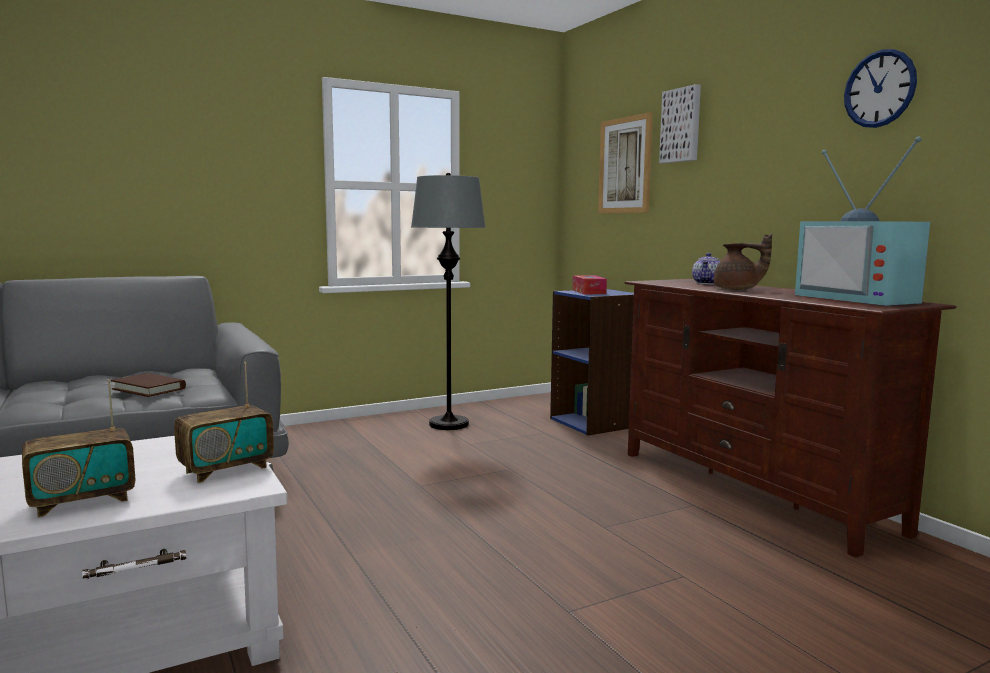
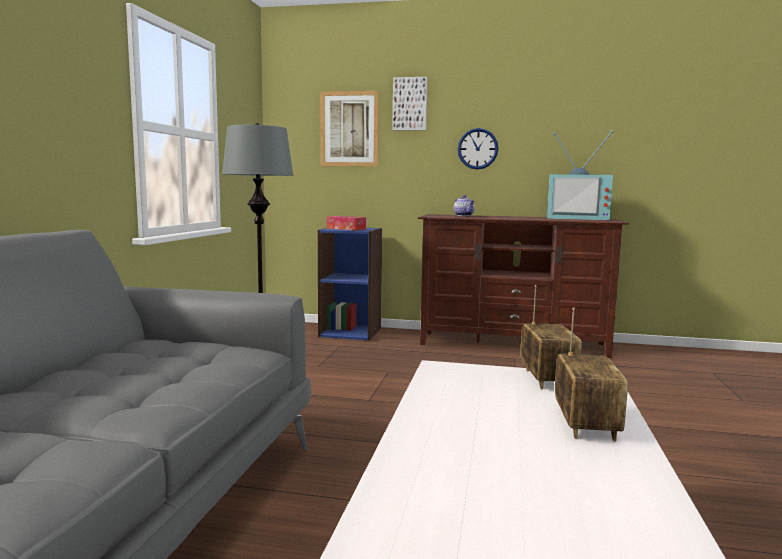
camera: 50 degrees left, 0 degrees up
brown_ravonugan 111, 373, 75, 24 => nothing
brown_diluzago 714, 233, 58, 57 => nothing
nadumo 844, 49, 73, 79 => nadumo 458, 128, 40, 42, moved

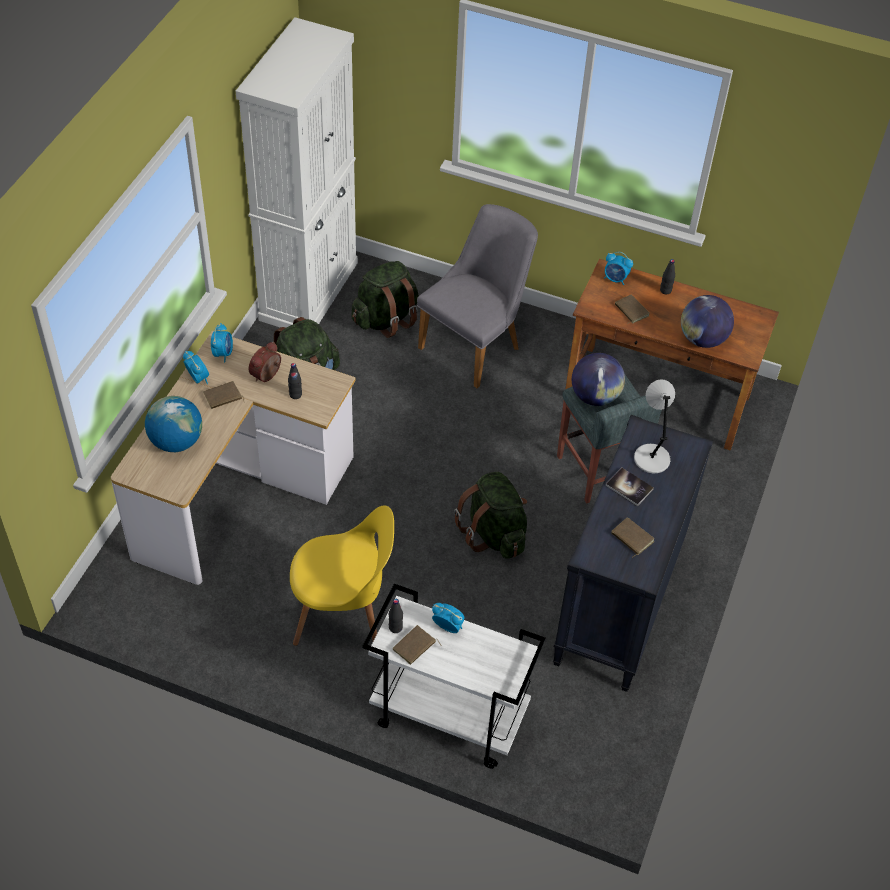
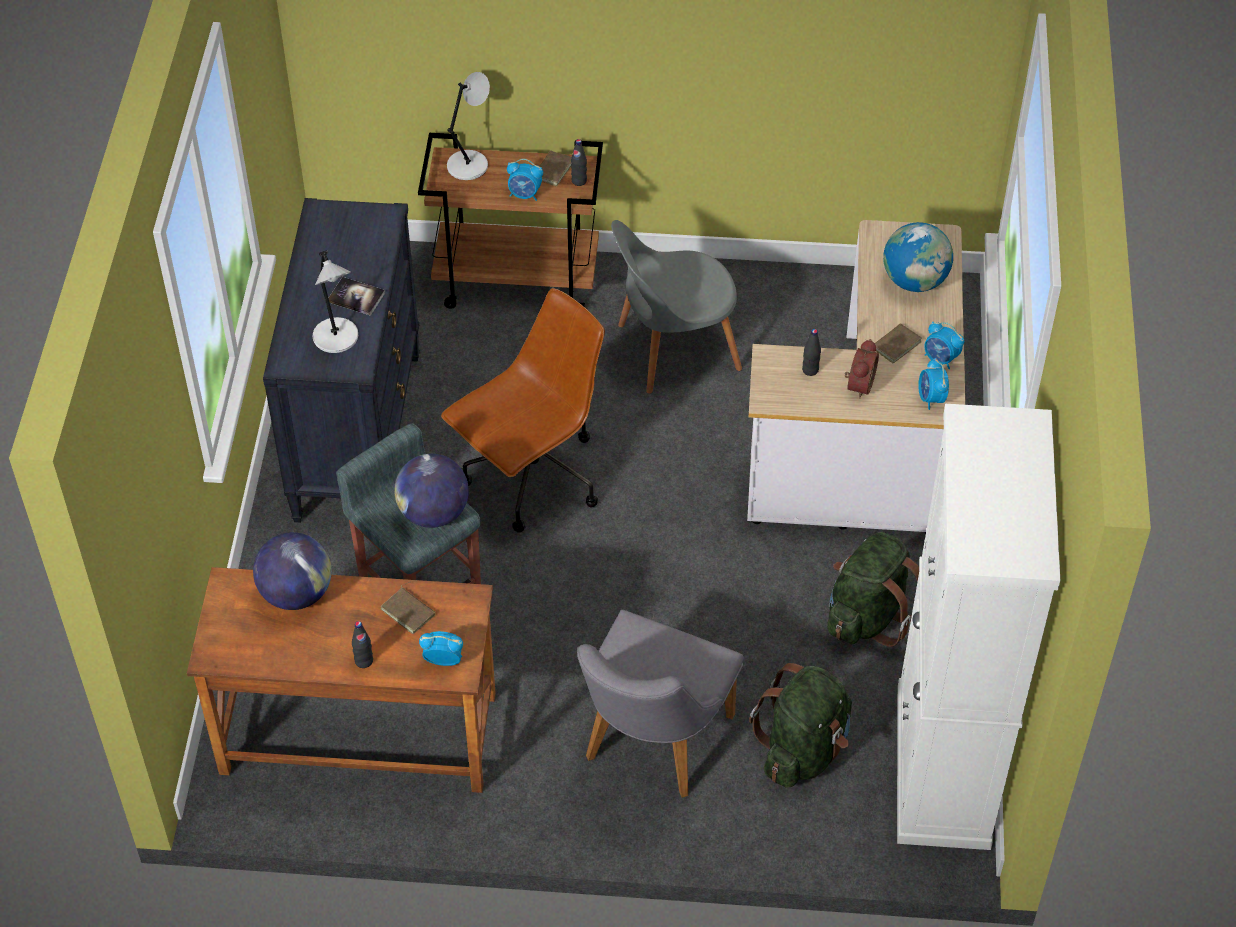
camera: 165 degrees right, 0 degrees up
brown_ravonugan 611, 517, 43, 41 => nothing
nothing => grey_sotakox 447, 72, 43, 108
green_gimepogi 454, 472, 73, 87 => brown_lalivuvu 441, 288, 164, 244
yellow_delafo 290, 505, 104, 141 => grey_delafo 611, 220, 131, 174
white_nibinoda 362, 584, 184, 185 => brown_nibinoda 418, 133, 185, 176

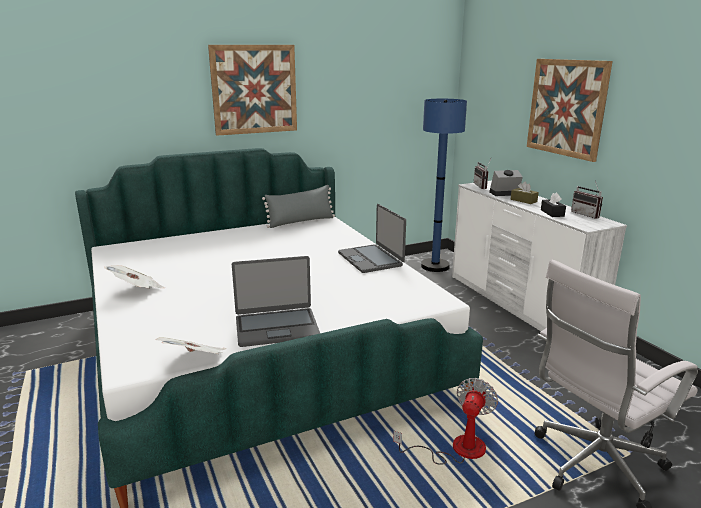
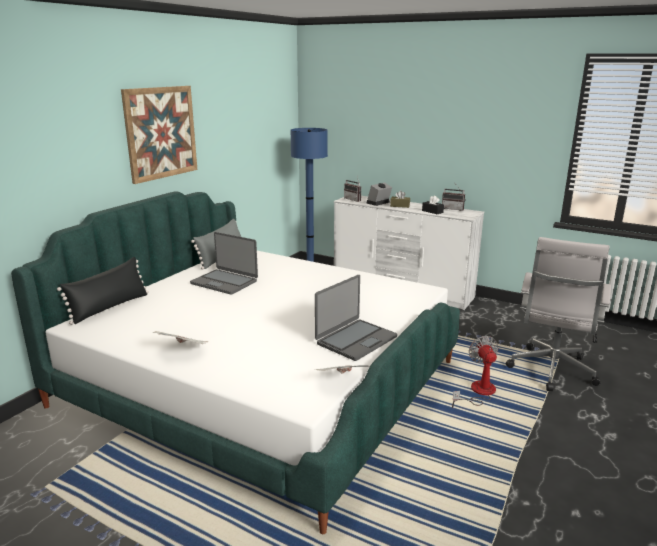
camera: 35 degrees left, 0 degrees up
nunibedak 527, 59, 86, 103 => nothing
nothing => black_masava 57, 257, 92, 68
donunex 338, 204, 68, 69 => donunex 190, 232, 68, 63, moved

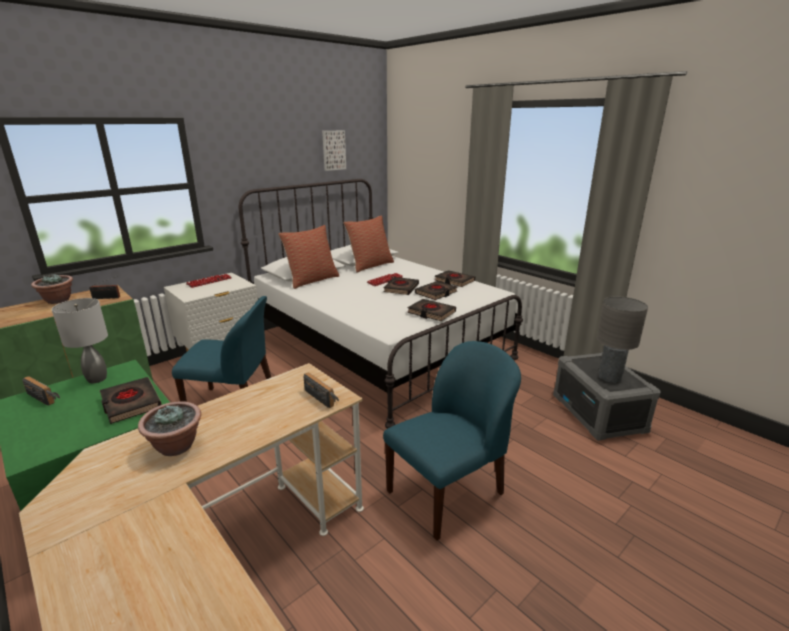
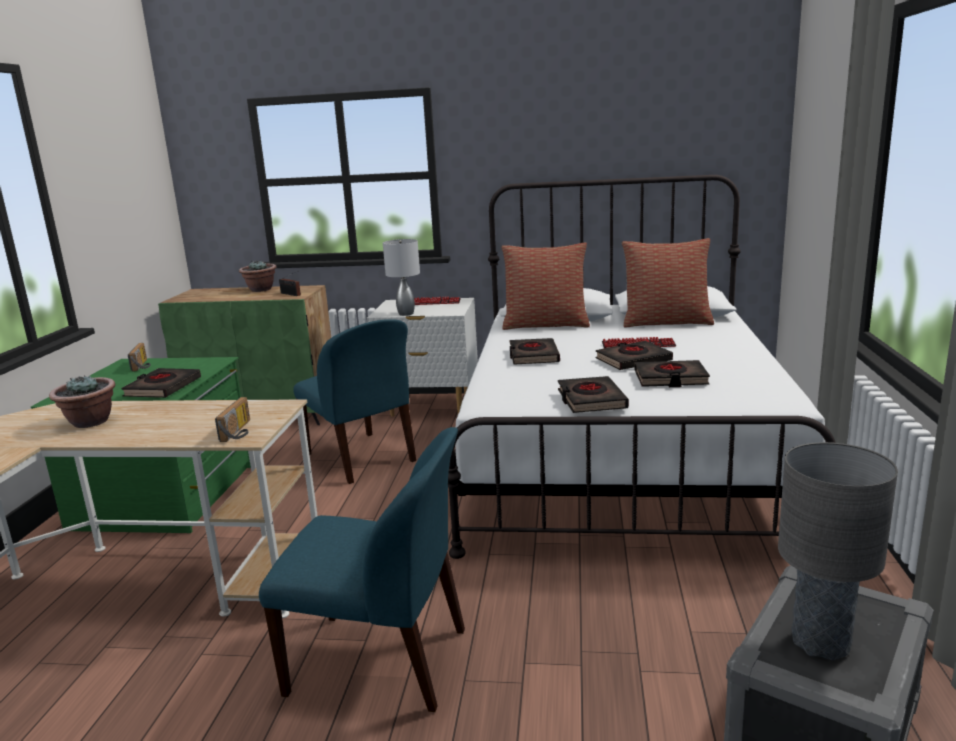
camera: 50 degrees right, 5 degrees down
nunibedak 322, 130, 24, 41 => nothing
grey_sotakox 52, 298, 56, 85 => grey_sotakox 383, 239, 37, 77, moved
black_ravonugan 435, 270, 40, 17 => black_ravonugan 509, 338, 51, 27, moved

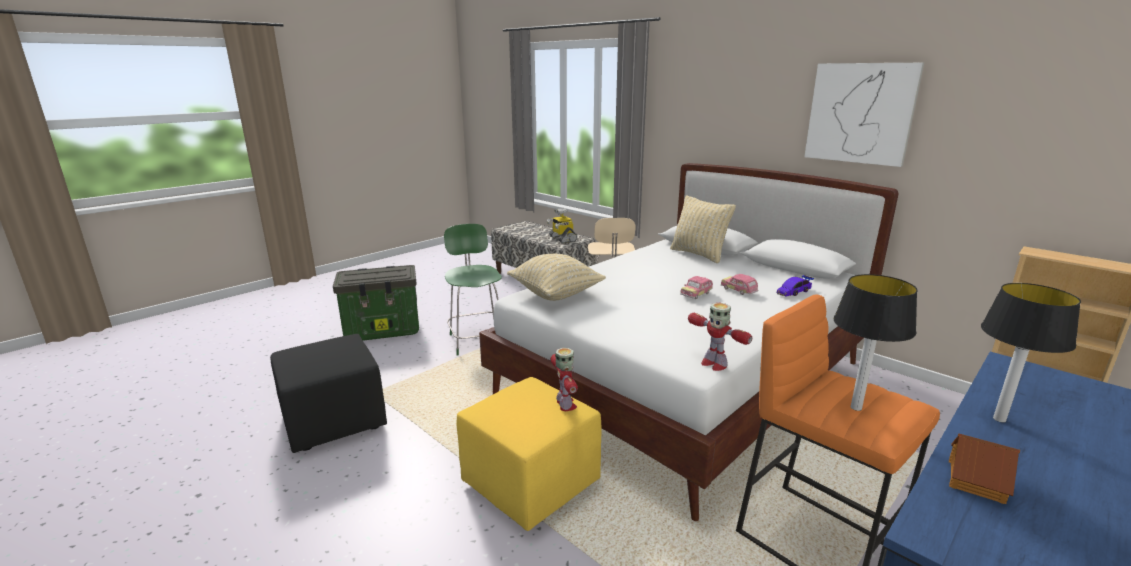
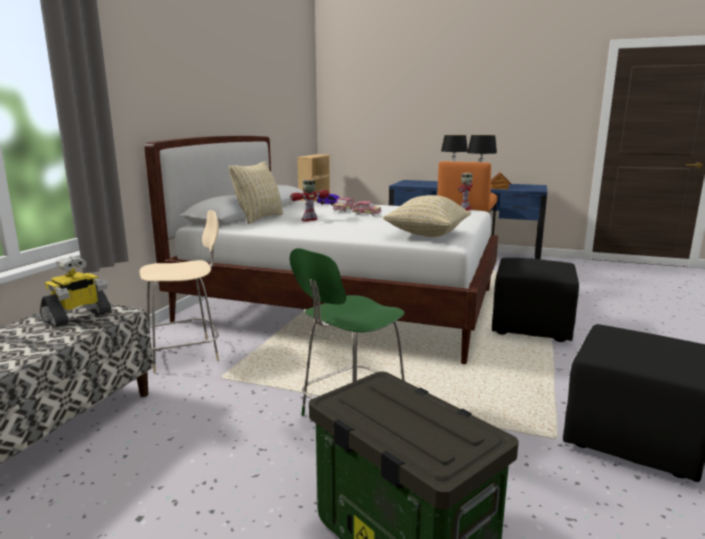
camera: 115 degrees left, 5 degrees down
nunibedak 804, 63, 120, 104 => nothing
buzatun 551, 348, 27, 63 => buzatun 290, 179, 39, 42, moved
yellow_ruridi 457, 377, 144, 154 => black_ruridi 492, 258, 87, 84

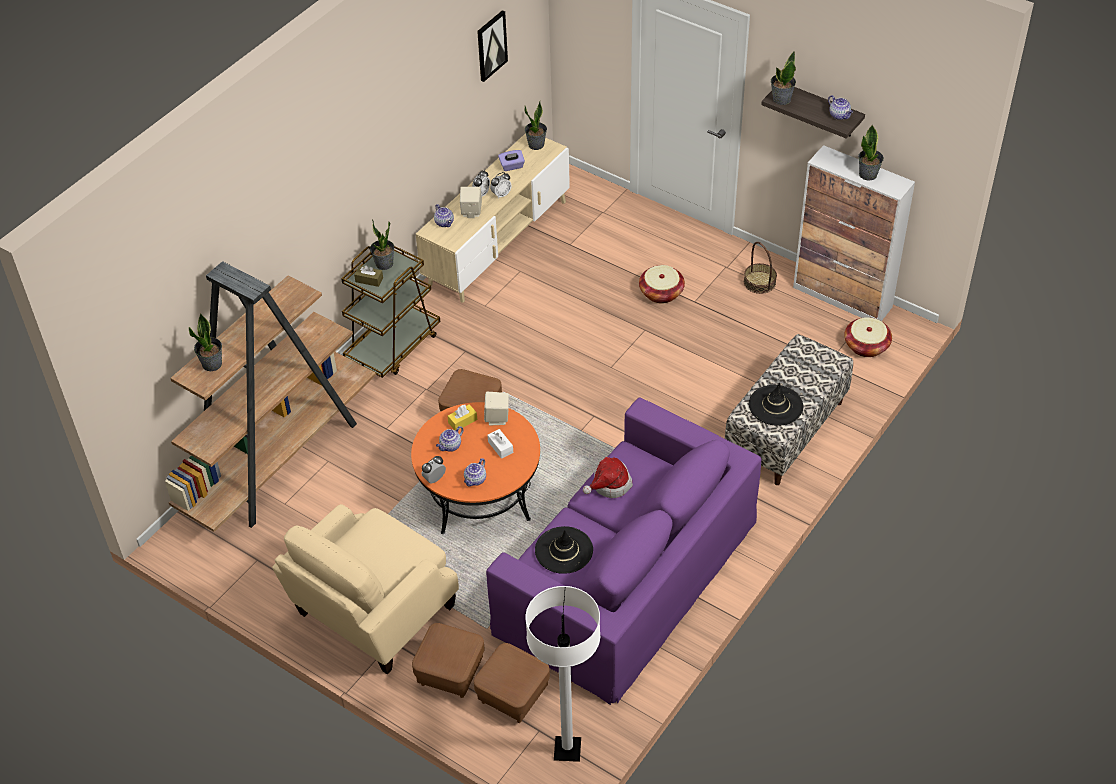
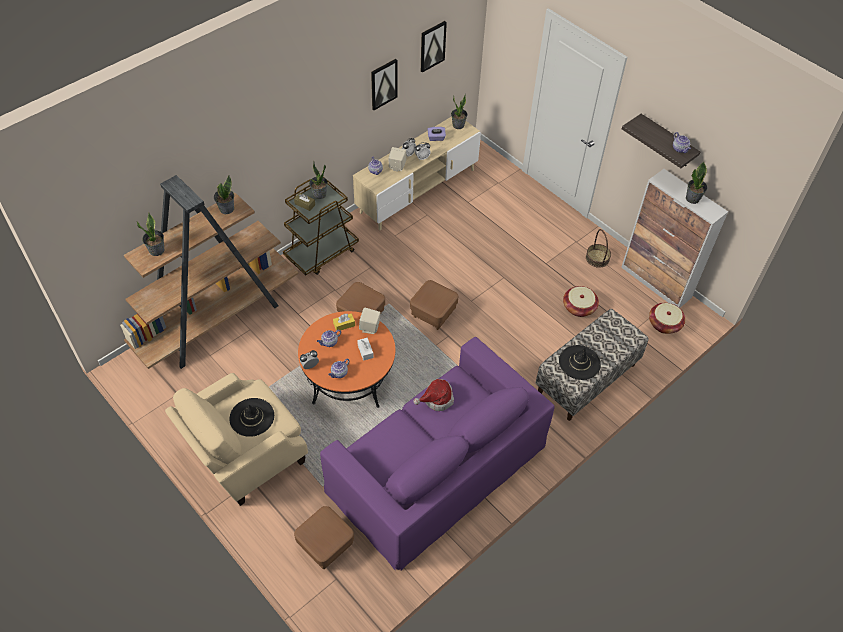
camera: 10 degrees right, 5 degrees up
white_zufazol 526, 586, 74, 176 => nothing
nothing => nunibedak 371, 59, 26, 51
brown_ruridi 412, 623, 73, 75 => brown_ruridi 410, 280, 48, 50, moved
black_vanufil 535, 526, 58, 48 => black_vanufil 229, 398, 45, 39, moved
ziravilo 639, 265, 46, 38 => ziravilo 563, 286, 36, 31, moved
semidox 771, 52, 25, 53 => semidox 214, 175, 20, 39, moved

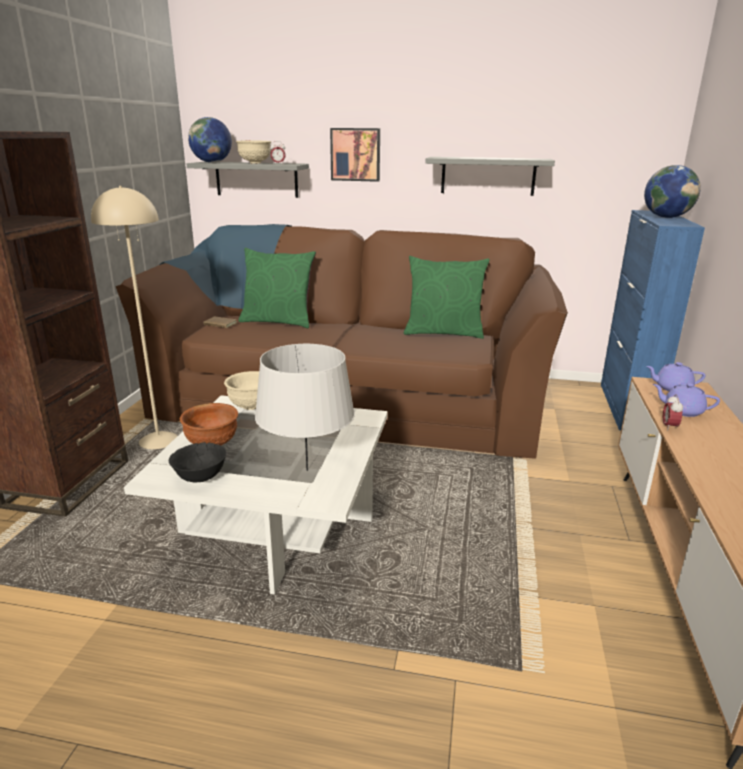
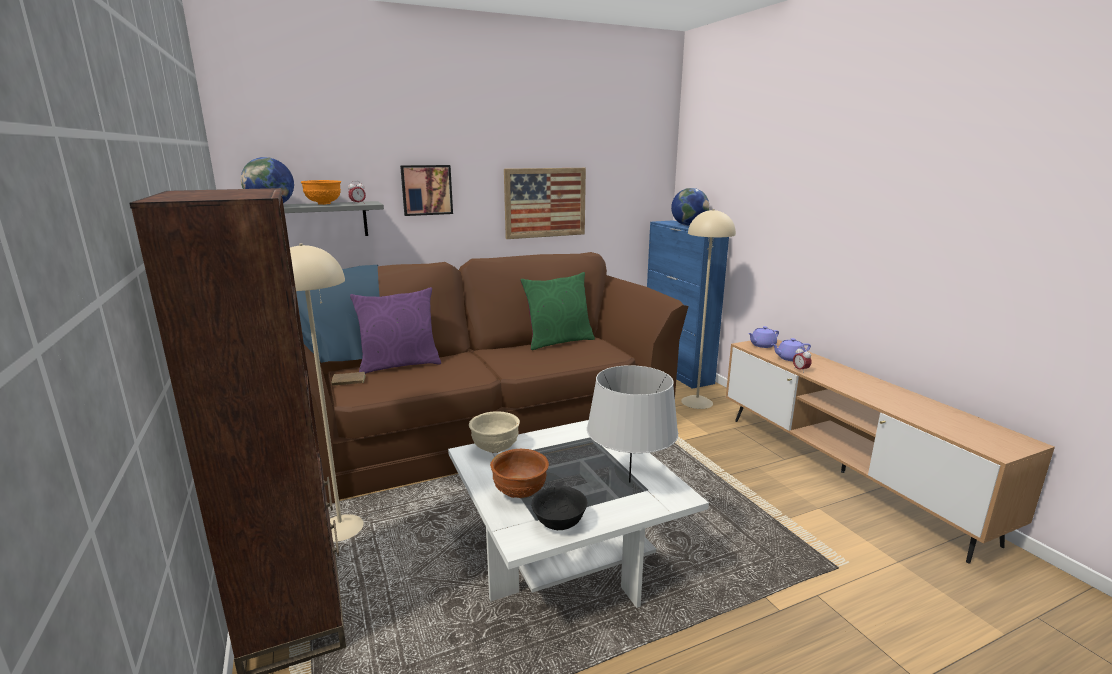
camera: 35 degrees left, 5 degrees down
nothing => beige_zufazol 681, 209, 55, 200
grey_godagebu 425, 157, 130, 39 => nunibedak 504, 168, 82, 71
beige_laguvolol 236, 140, 35, 23 => orange_laguvolol 301, 180, 40, 25
green_masava 238, 248, 78, 80 => purple_masava 350, 287, 91, 87

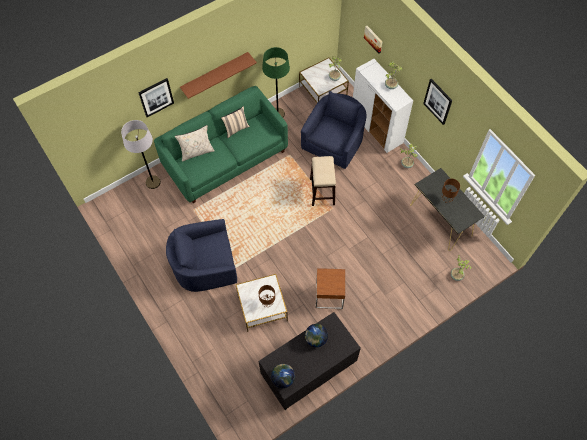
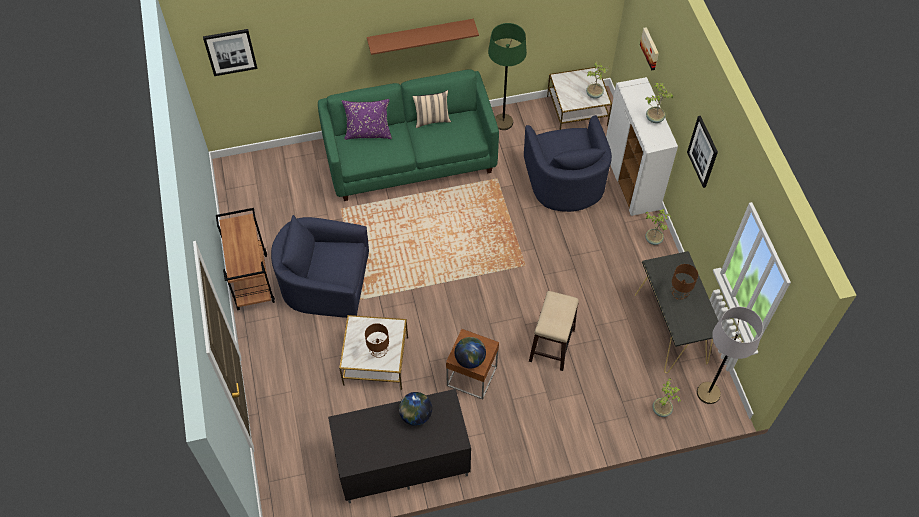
camera: 20 degrees right, 5 degrees down
nothing => brown_nibinoda 216, 208, 59, 102
grey_zufazol 121, 120, 40, 69 => grey_zufazol 697, 307, 66, 97, moved
nunibedak 138, 78, 36, 39 => nunibedak 203, 29, 55, 47, moved
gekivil 271, 364, 24, 24 => gekivil 455, 337, 31, 32, moved
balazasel 310, 156, 26, 50 => balazasel 529, 291, 50, 80, moved
beige_masava 175, 125, 39, 37 => purple_masava 342, 99, 50, 41
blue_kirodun 301, 91, 66, 78 => blue_kirodun 524, 115, 88, 97, 120 degrees clockwise

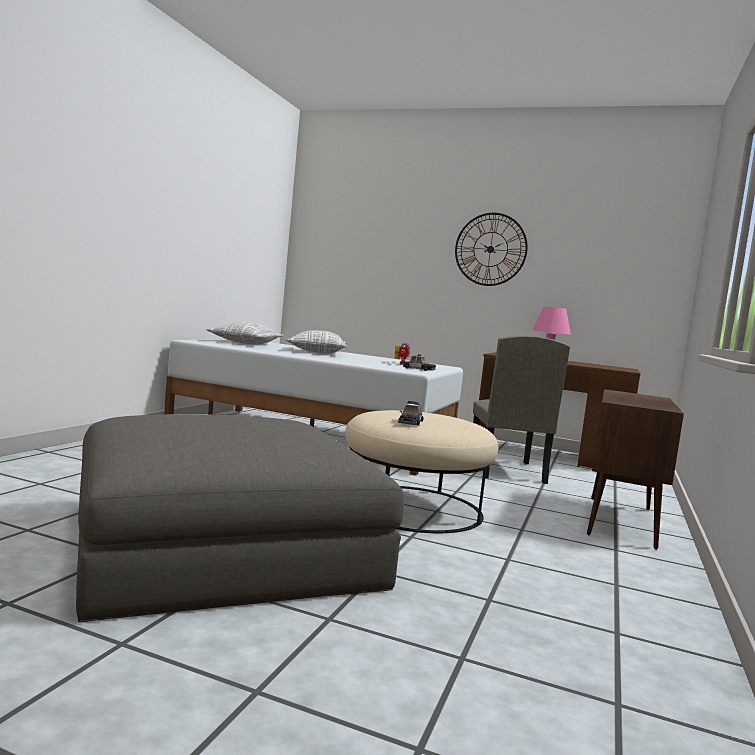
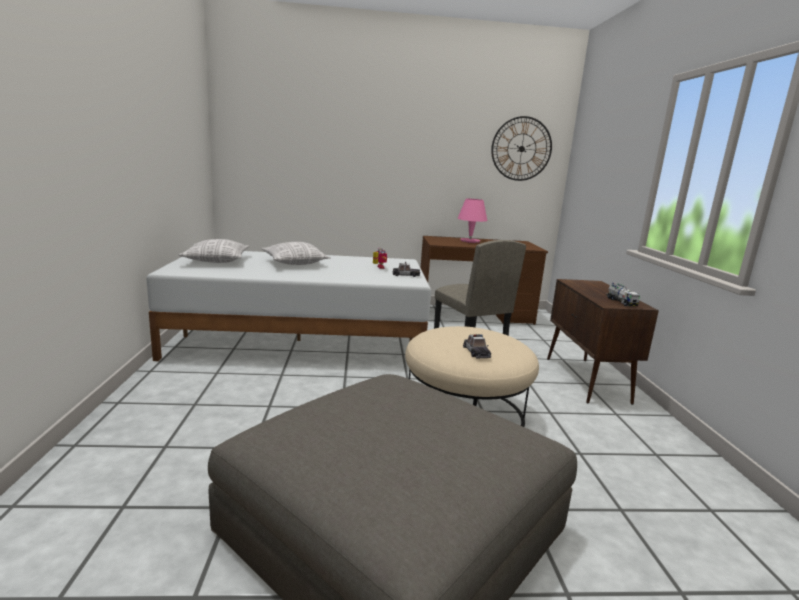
camera: 25 degrees left, 10 degrees up
nothing => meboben 606, 283, 34, 23
nadumo 455, 213, 73, 73 => nadumo 491, 116, 61, 65, moved

